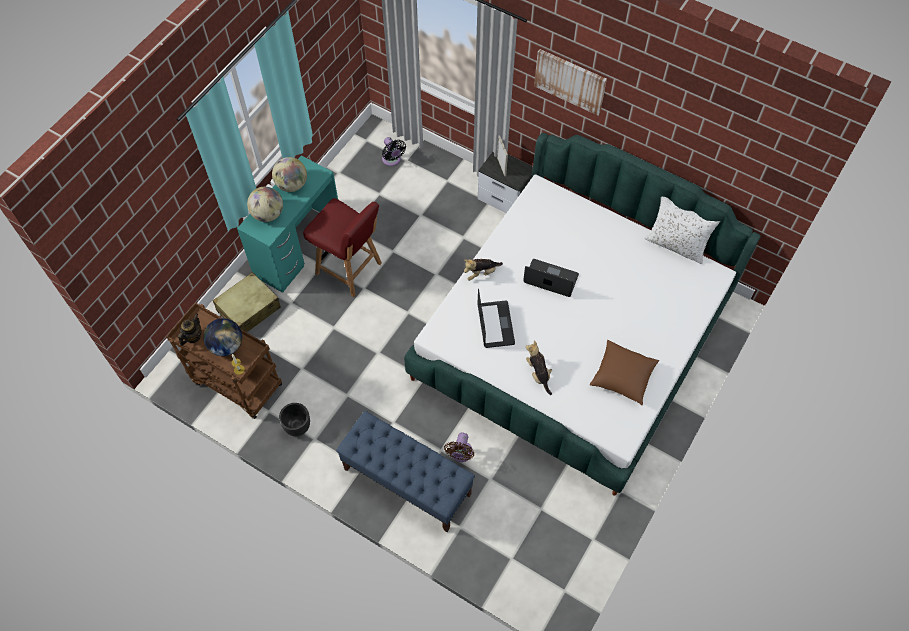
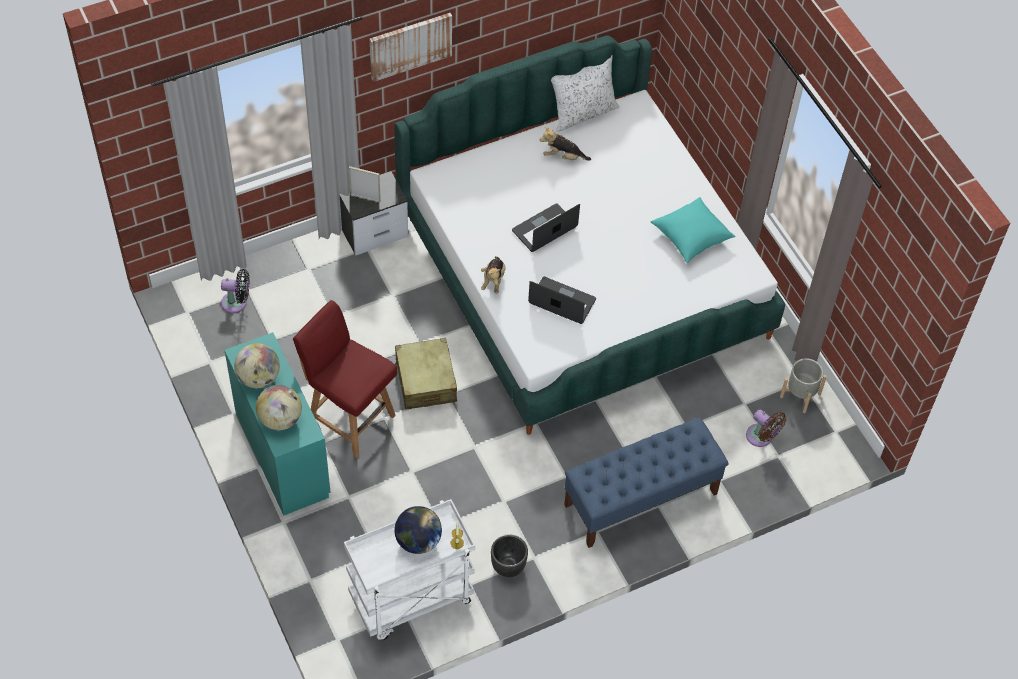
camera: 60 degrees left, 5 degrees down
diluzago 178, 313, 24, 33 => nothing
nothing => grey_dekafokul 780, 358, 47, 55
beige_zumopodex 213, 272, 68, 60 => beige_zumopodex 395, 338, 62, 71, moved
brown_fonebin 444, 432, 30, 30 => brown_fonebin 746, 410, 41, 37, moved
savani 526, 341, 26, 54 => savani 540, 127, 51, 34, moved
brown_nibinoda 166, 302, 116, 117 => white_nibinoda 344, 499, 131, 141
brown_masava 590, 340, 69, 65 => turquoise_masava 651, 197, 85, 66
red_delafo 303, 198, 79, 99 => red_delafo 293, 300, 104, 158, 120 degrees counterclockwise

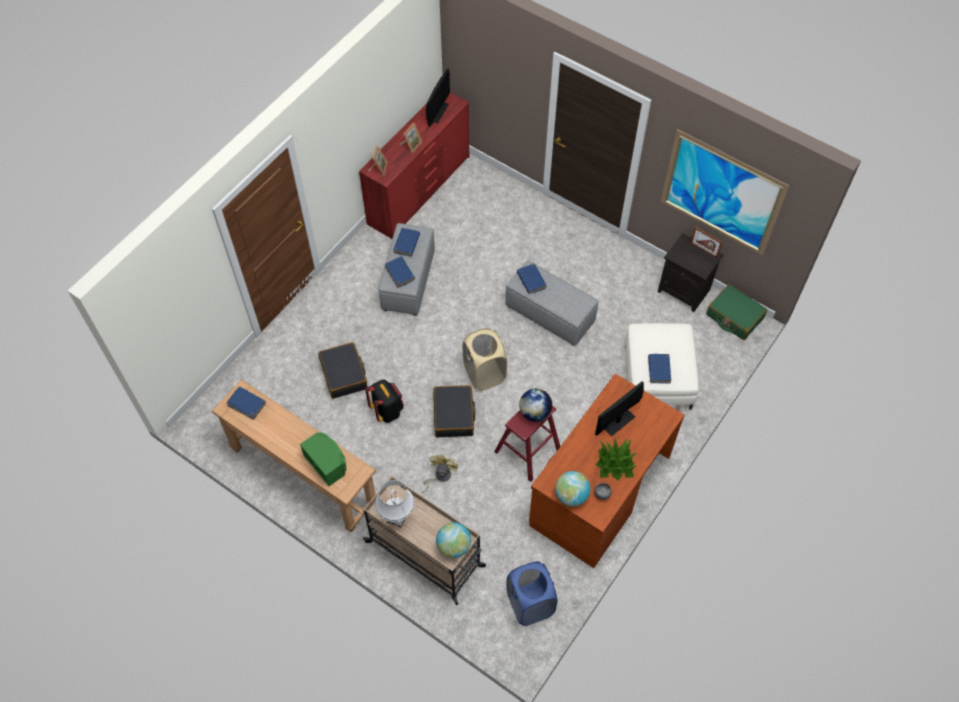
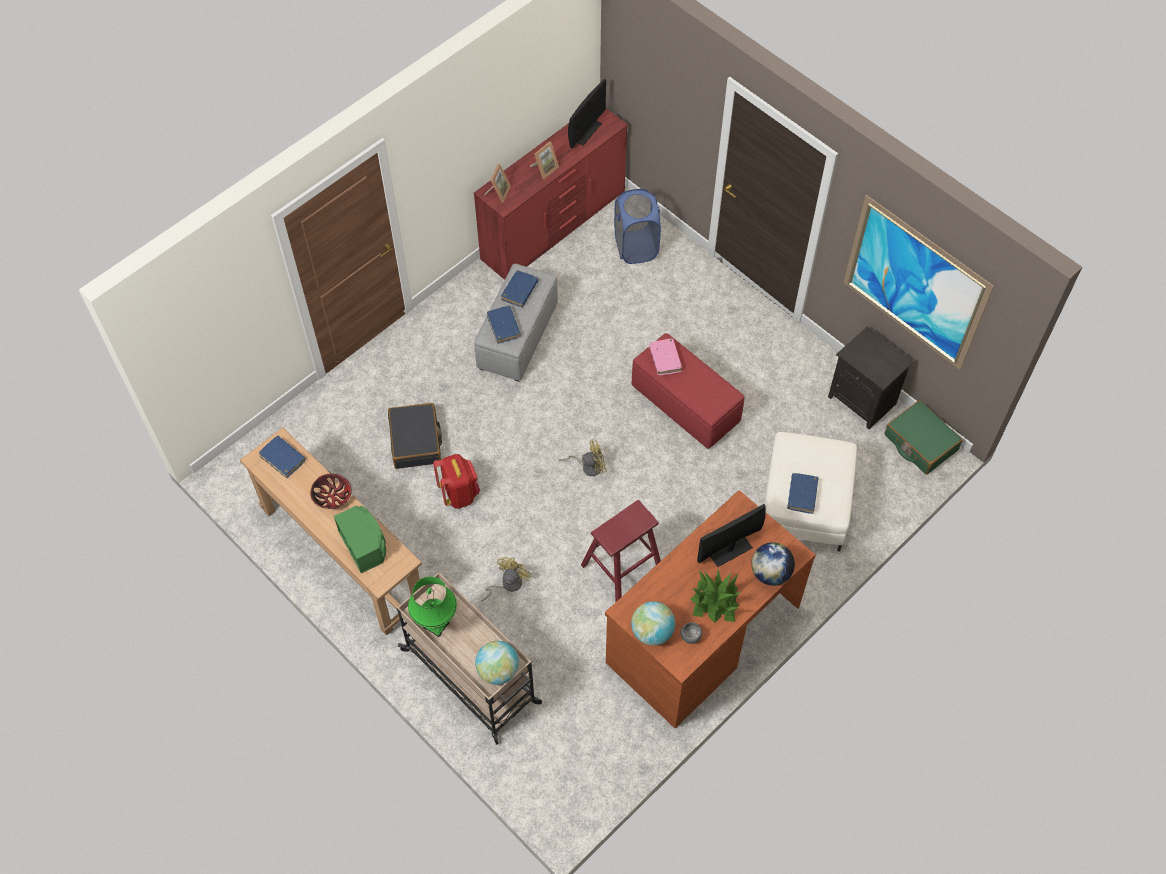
camera: 10 degrees right, 0 degrees up
black_zumopodex 433, 385, 43, 52 => nothing
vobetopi 690, 227, 33, 31 => nothing
nothing => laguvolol 310, 474, 42, 35
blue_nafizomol 506, 561, 51, 65 => blue_nafizomol 614, 189, 47, 75, moved
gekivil 519, 389, 33, 33 => gekivil 751, 542, 44, 44, moved
beige_nafizomol 462, 328, 45, 63 => yellow_fonebin 558, 439, 49, 37
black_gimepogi 365, 379, 39, 44 => red_gimepogi 433, 454, 47, 55
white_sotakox 375, 480, 40, 47 => green_sotakox 408, 577, 49, 60
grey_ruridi 505, 261, 93, 85 => red_ruridi 632, 333, 112, 116
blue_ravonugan 517, 264, 29, 30 => pink_ravonugan 649, 338, 33, 37

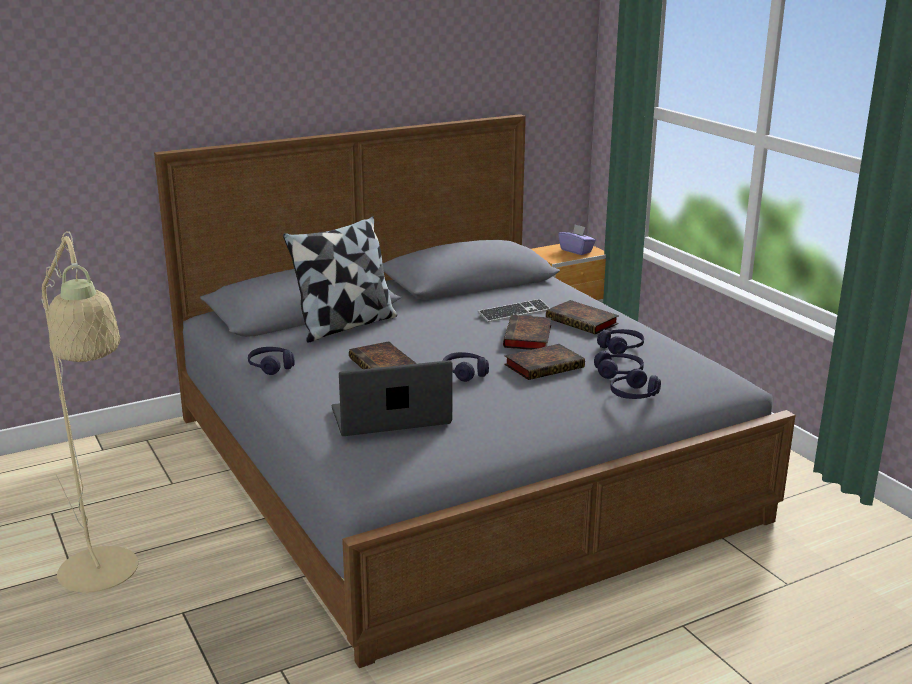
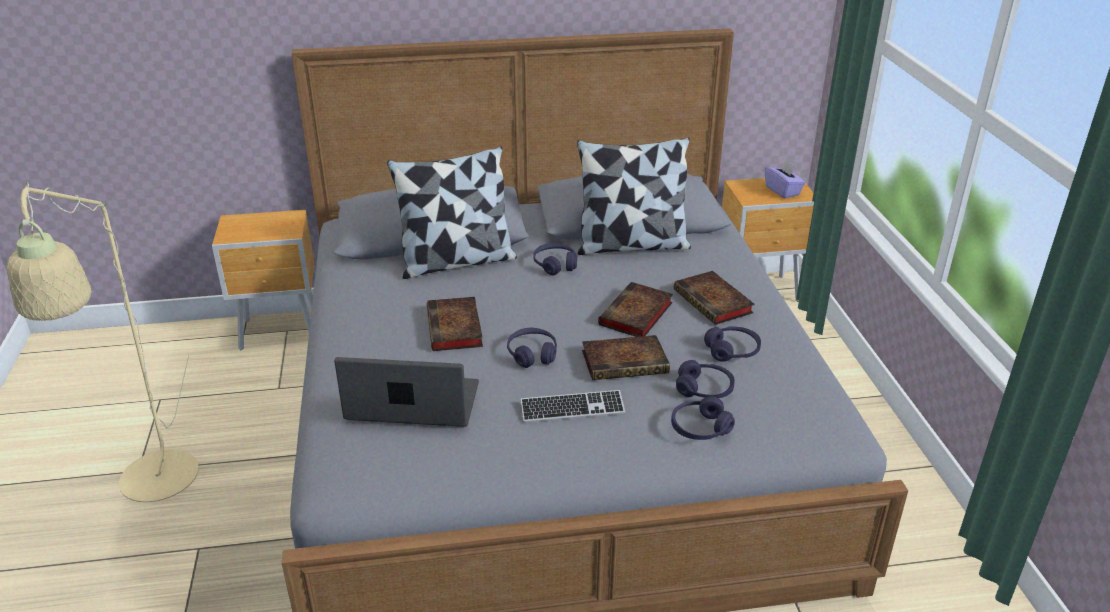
camera: 20 degrees right, 10 degrees up
nothing => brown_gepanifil 212, 210, 102, 140
nothing => masava 577, 137, 114, 118
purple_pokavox 248, 347, 47, 28 => purple_pokavox 533, 243, 44, 32, moved
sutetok 478, 299, 72, 23 => sutetok 520, 390, 105, 32, moved

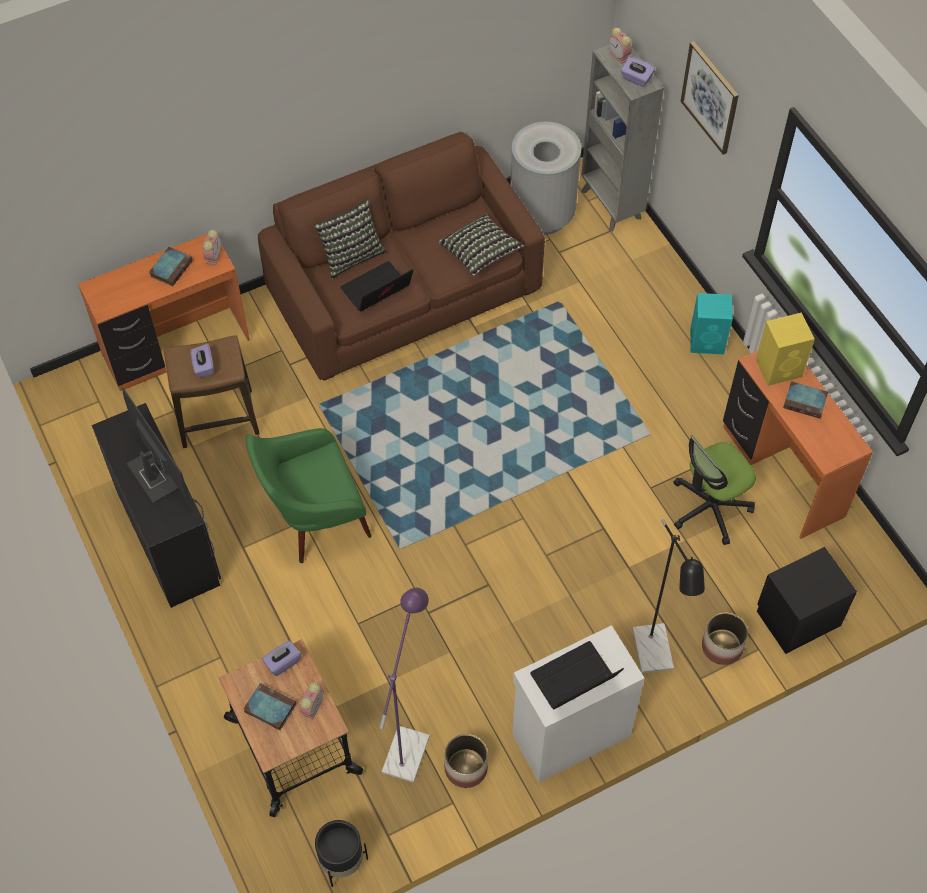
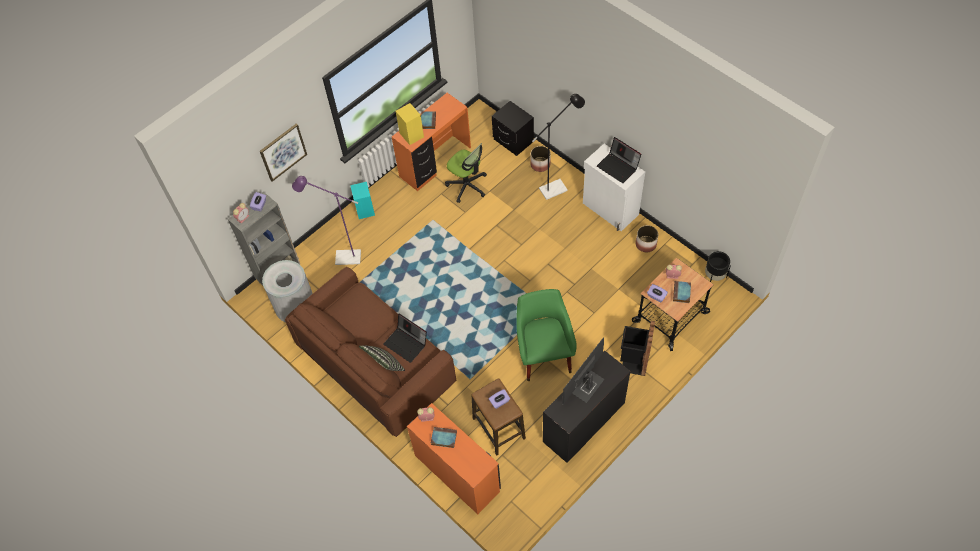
camera: 105 degrees left, 0 degrees up
masava 438, 213, 87, 63 => nothing
nothing => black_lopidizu 620, 321, 35, 55
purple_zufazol 380, 588, 50, 195 => purple_zufazol 292, 176, 69, 89, moved
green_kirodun 246, 428, 126, 135 => green_kirodun 516, 289, 61, 92, 150 degrees counterclockwise

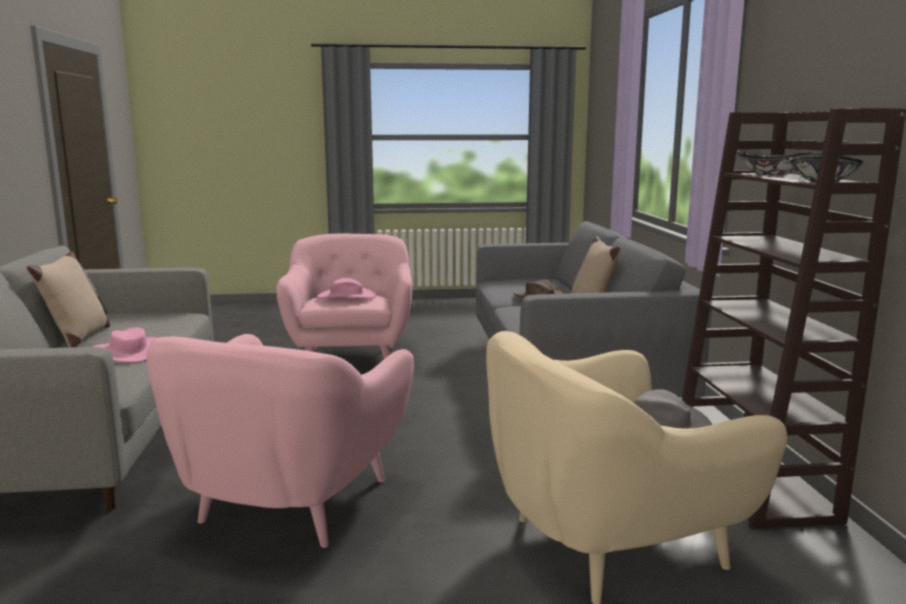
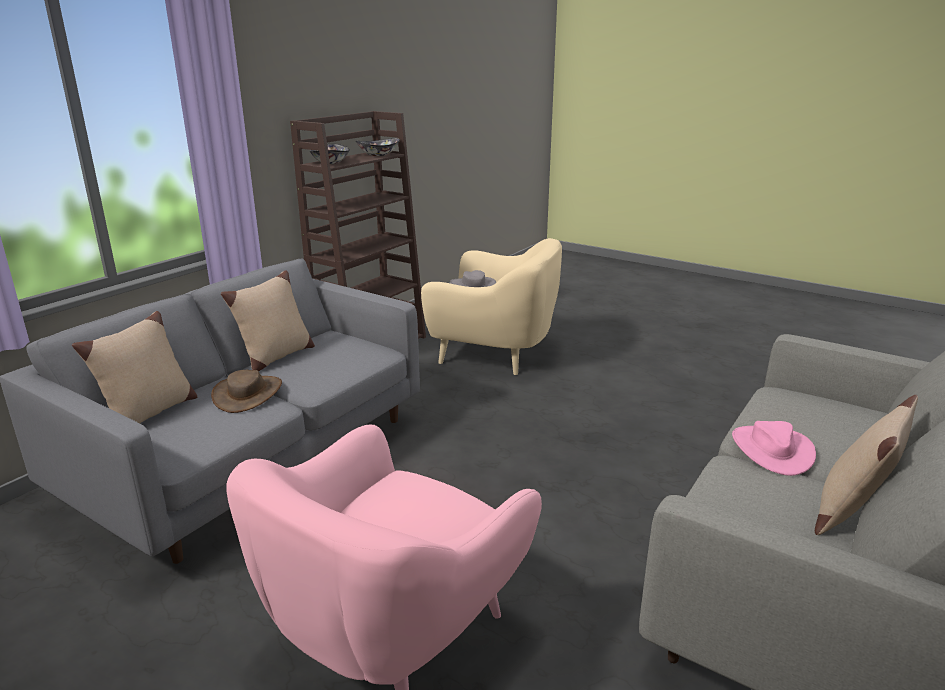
camera: 140 degrees left, 10 degrees up
pink_kirodun 147, 334, 267, 214 => nothing
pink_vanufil 317, 278, 59, 20 => nothing
nothing => beige_masava 72, 311, 125, 112

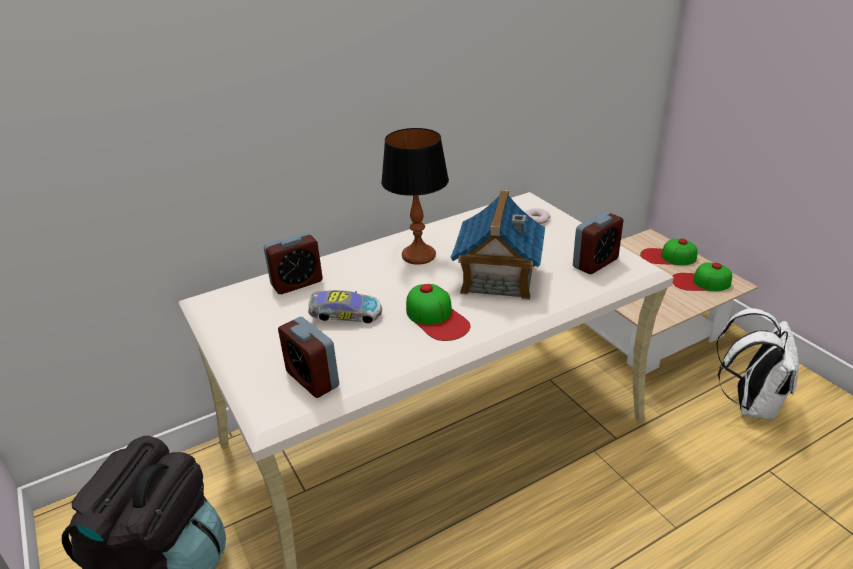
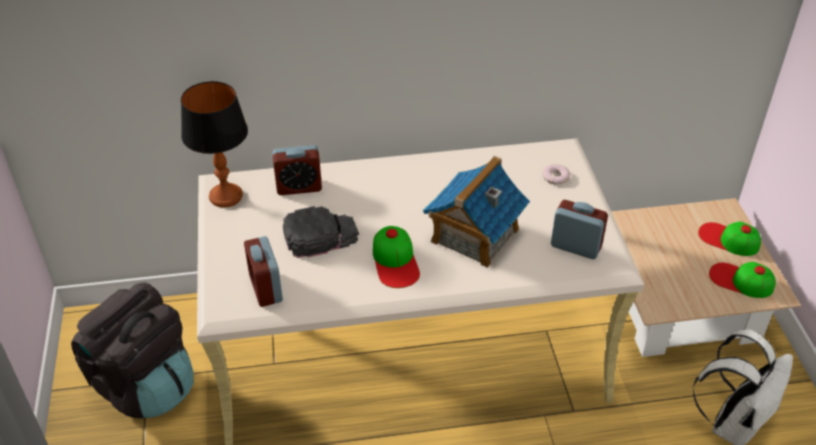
camera: 20 degrees right, 10 degrees up
sotakox 381, 128, 68, 137 => sotakox 181, 81, 67, 127, moved
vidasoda 308, 290, 74, 33 => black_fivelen 283, 206, 76, 52
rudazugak 573, 211, 51, 63 => rudazugak 551, 200, 57, 59, 135 degrees counterclockwise

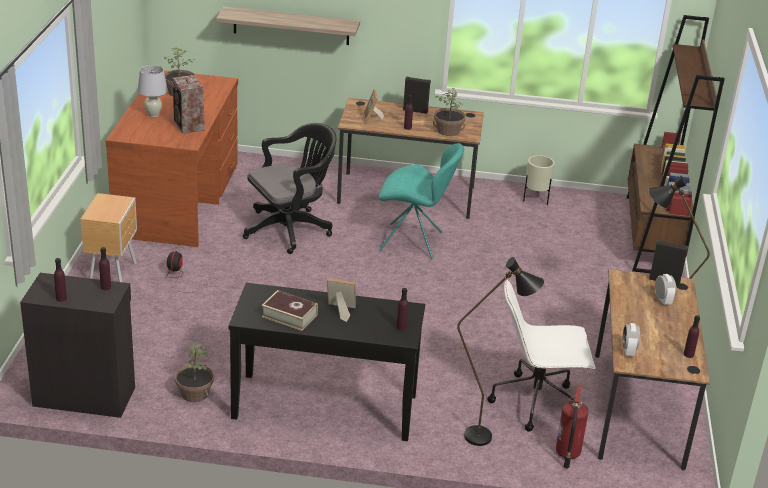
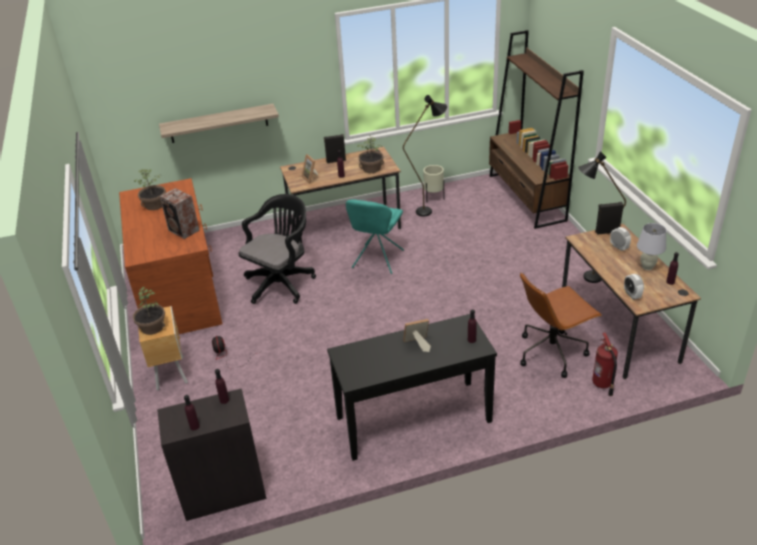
camera: 20 degrees left, 5 degrees up
ravonugan 262, 290, 56, 41 => nothing
white_sotakox 138, 65, 30, 52 => white_sotakox 637, 223, 29, 47, moved
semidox 175, 342, 39, 60 => semidox 133, 287, 32, 48, moved
black_zufazol 457, 257, 87, 189 => black_zufazol 403, 95, 44, 122, moved
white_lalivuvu 487, 280, 109, 152 => brown_lalivuvu 520, 273, 82, 105
turquoise_delafo 379, 143, 85, 116 => turquoise_delafo 346, 199, 58, 75, 120 degrees clockwise

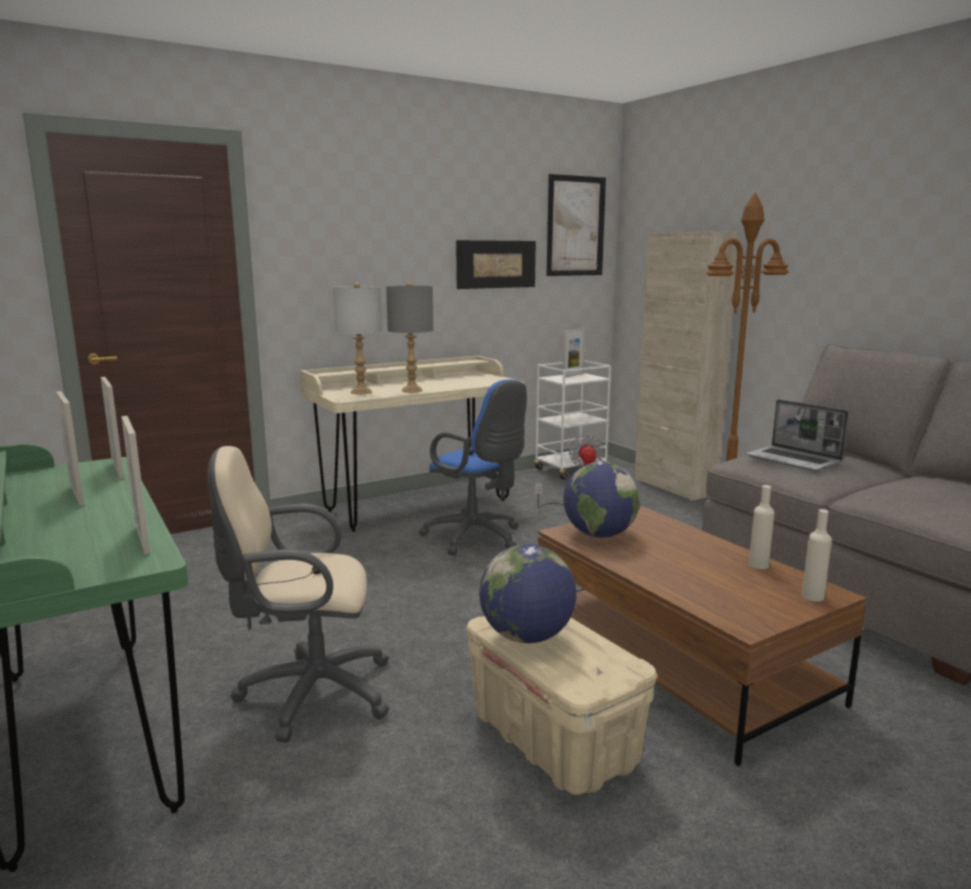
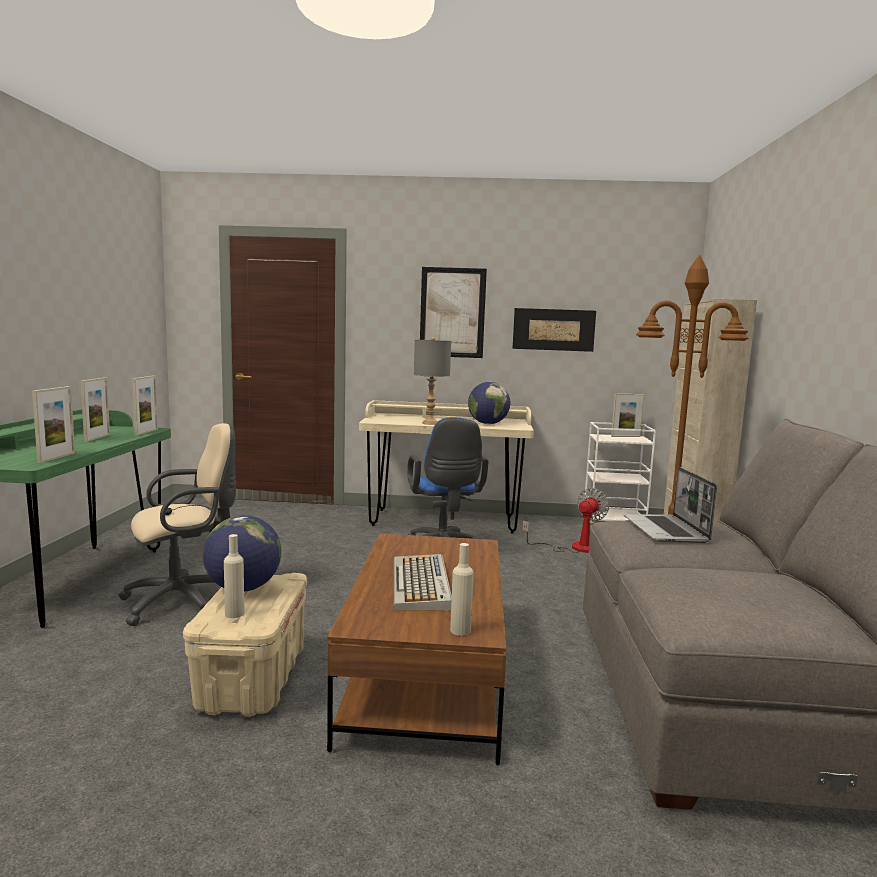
camera: 35 degrees right, 5 degrees down
grey_sotakox 333, 283, 49, 111 => nothing
nothing => sutetok 394, 554, 58, 56
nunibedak 547, 174, 59, 102 => nunibedak 420, 267, 67, 91, moved
gekivil 563, 462, 77, 76 => gekivil 468, 382, 42, 42, moved
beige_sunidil 749, 485, 25, 84 => beige_sunidil 224, 534, 21, 84, moved
beige_lalivuvu 207, 446, 182, 297 => beige_lalivuvu 118, 423, 118, 203, 120 degrees clockwise

